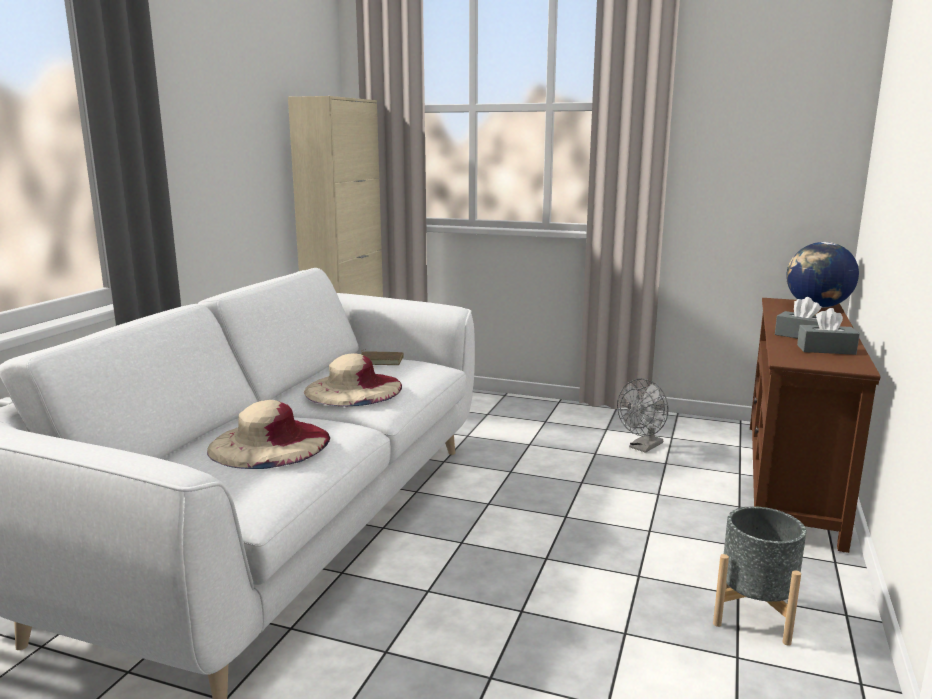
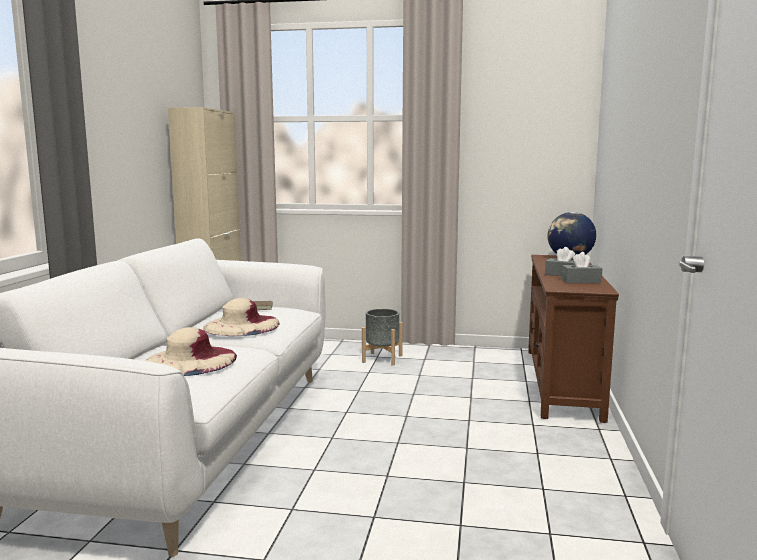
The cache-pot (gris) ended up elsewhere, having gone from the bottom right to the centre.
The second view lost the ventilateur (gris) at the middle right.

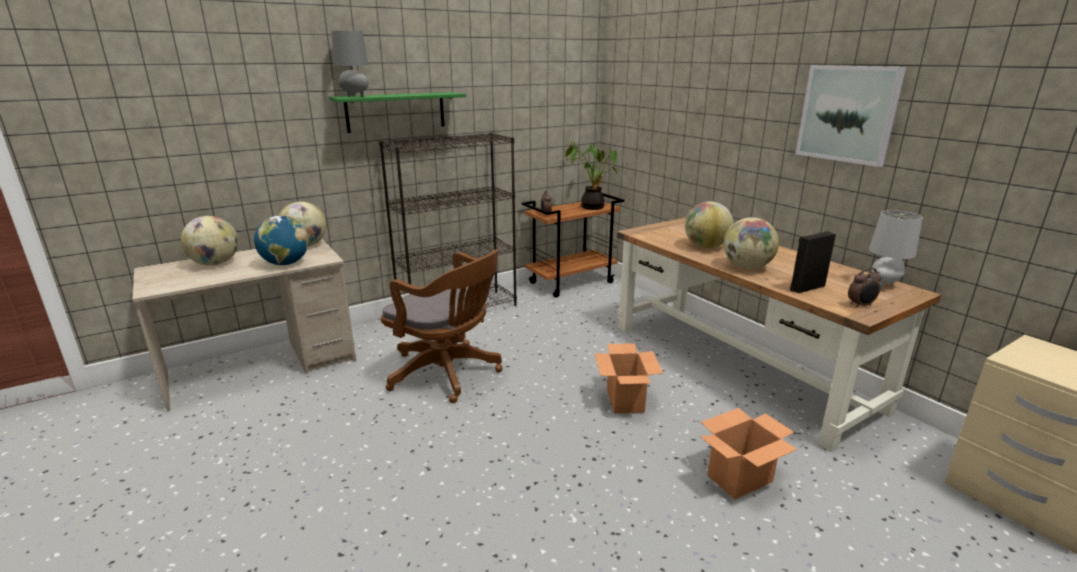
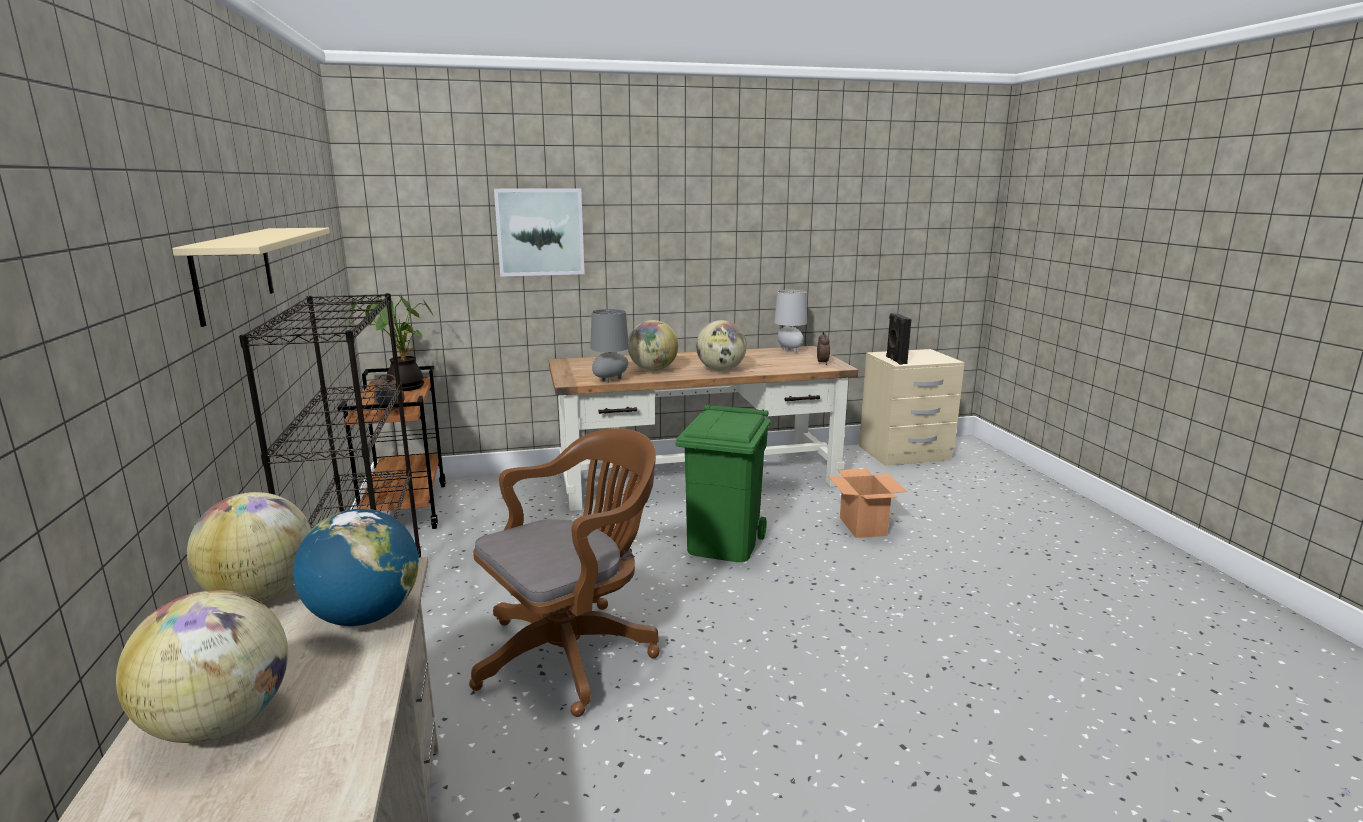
What was the étagère (vert) at the top centre turned into the étagère (beige) at the middle left.
The tableau ended up elsewhere, having gone from the top right to the top centre.
The lampe de table (gris) (1st from left) ended up elsewhere, having gone from the top left to the centre.
Where the carton (1st from left) stood at the centre, the poubelle (vert) came to stand at the centre.
The enceinte (noir) ended up elsewhere, having gone from the middle right to the centre.

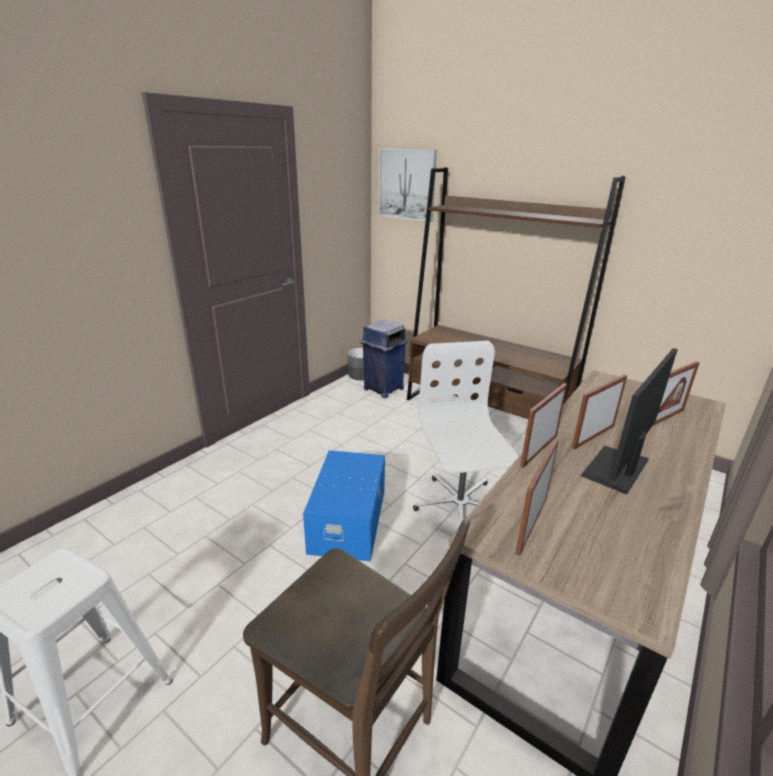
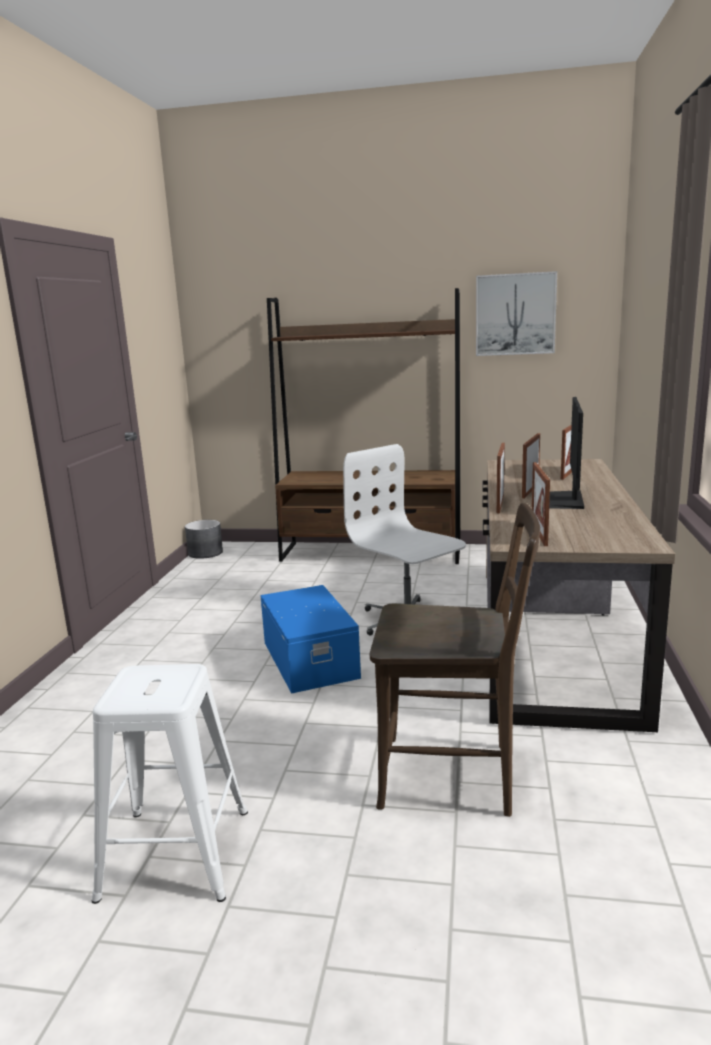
The tableau ended up elsewhere, having gone from the top centre to the top right.
The second view lost the poubelle (bleu) at the centre.

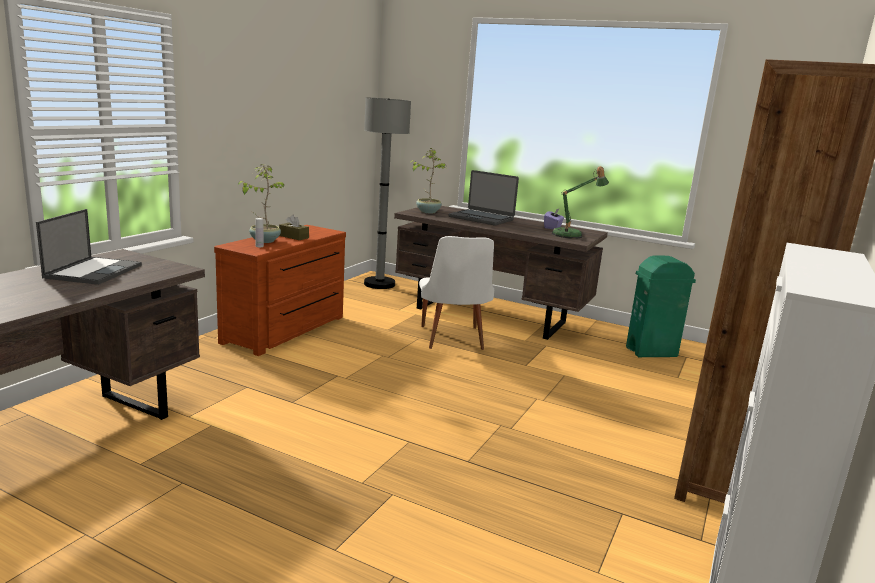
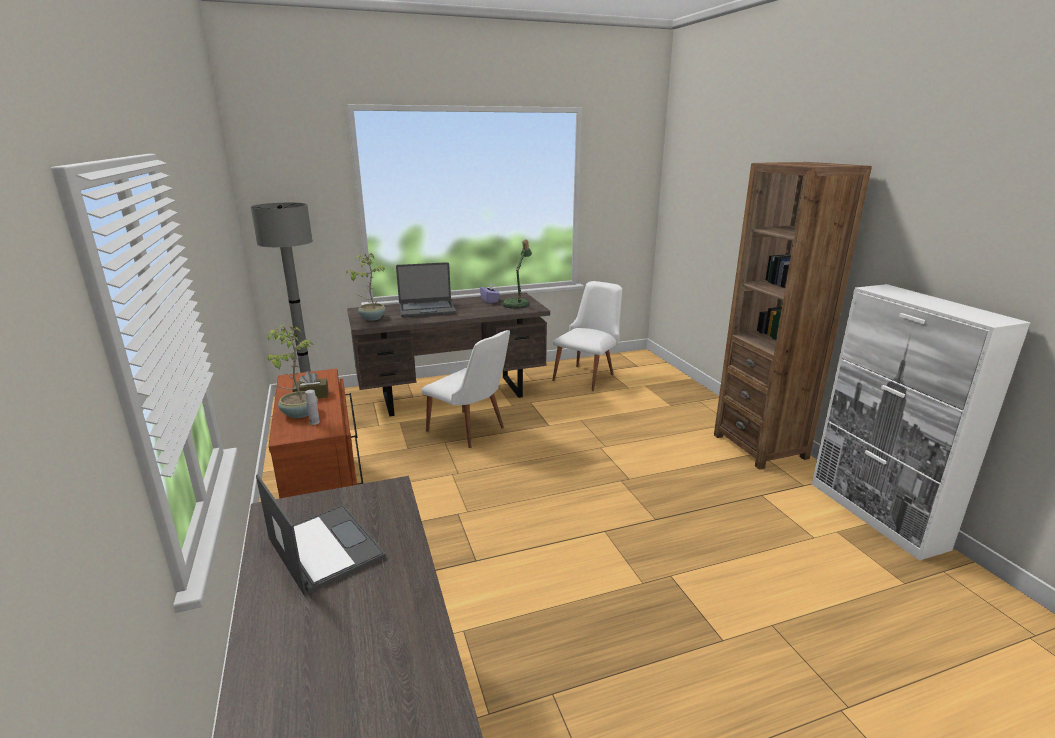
Where the poubelle (vert) stood at the middle right, the chaise (blanc) (2nd from left) came to stand at the centre.

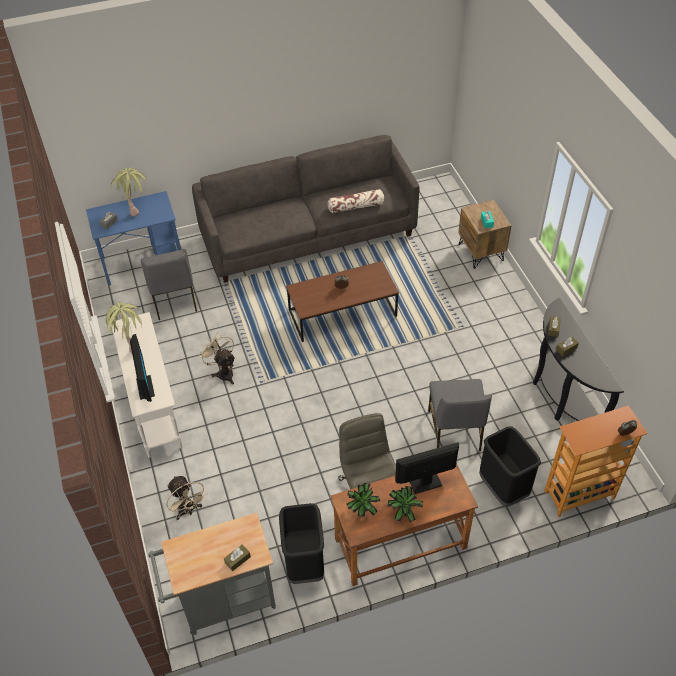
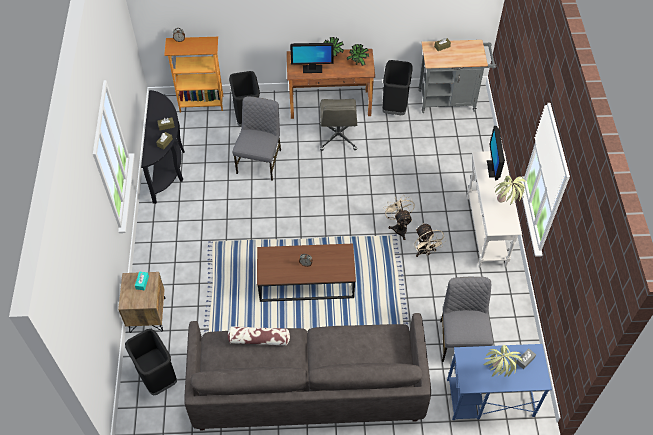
The second view gained the poubelle (noir) (1st from left) at the bottom left.
The ventilateur (beige) (1st from left) ended up elsewhere, having gone from the bottom left to the centre.

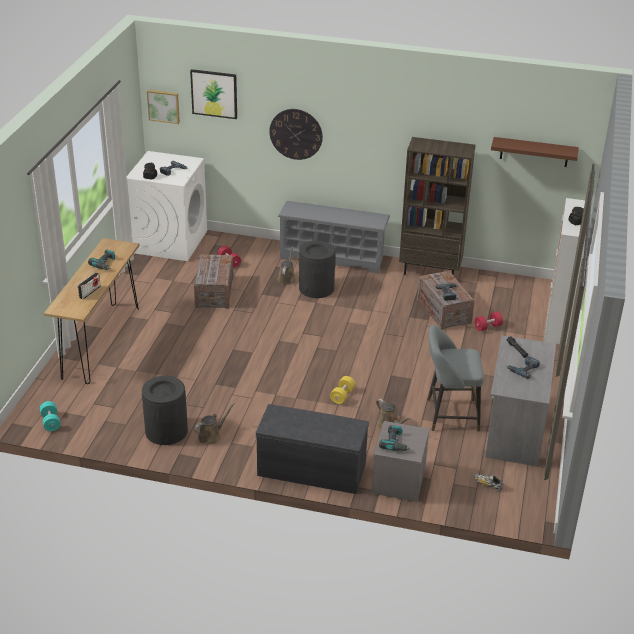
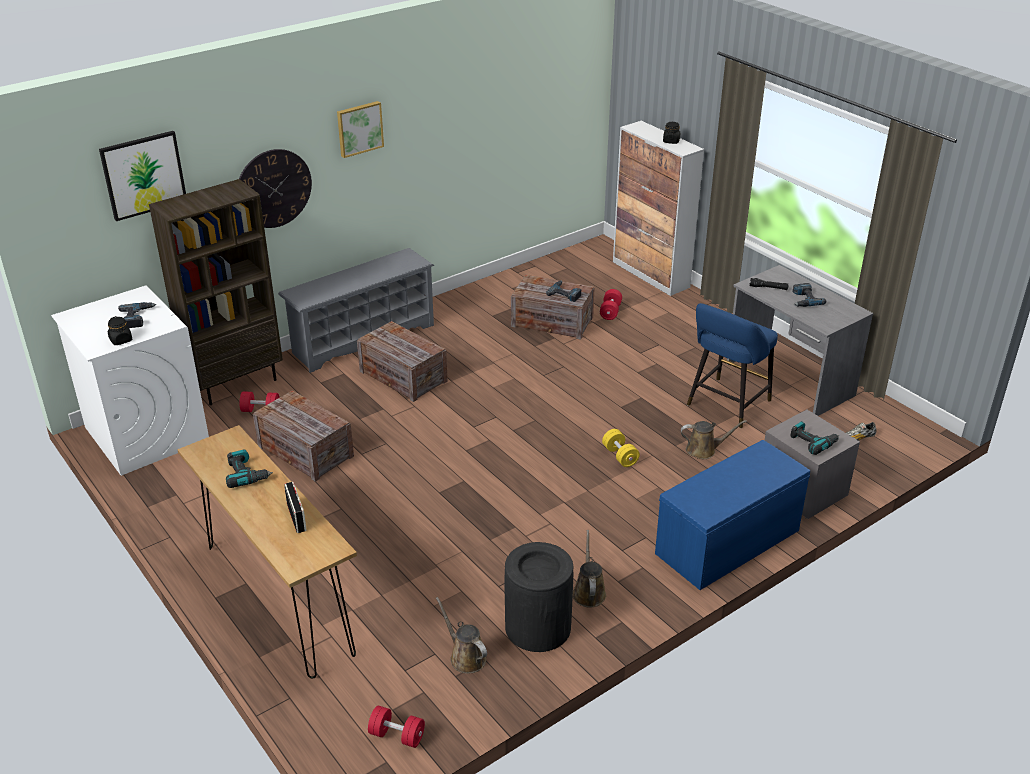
The bibliothèque (marron) ended up elsewhere, having gone from the top right to the middle left.
The tableau (1st from left in the first image) ended up elsewhere, having gone from the top left to the top centre.
Where the poubelle (noir) (2nd from left) stood at the centre, the caisse (2nd from left) came to stand at the centre.
What was the haltère (turquoise) at the middle left turned into the haltère (rouge) (2nd from left) at the bottom centre.
The arrosoir (marron) (2nd from left in the first image) ended up elsewhere, having gone from the centre to the bottom centre.
What was the banc (gris) at the bottom centre turned into the banc (bleu) at the middle right.
What was the tabouret (gris) at the middle right turned into the tabouret (bleu) at the middle right.
The second view lost the étagère (marron) at the top right.

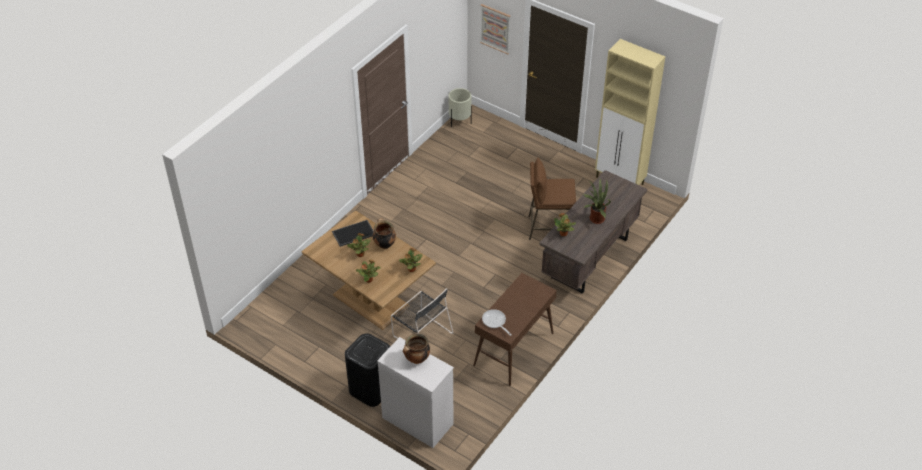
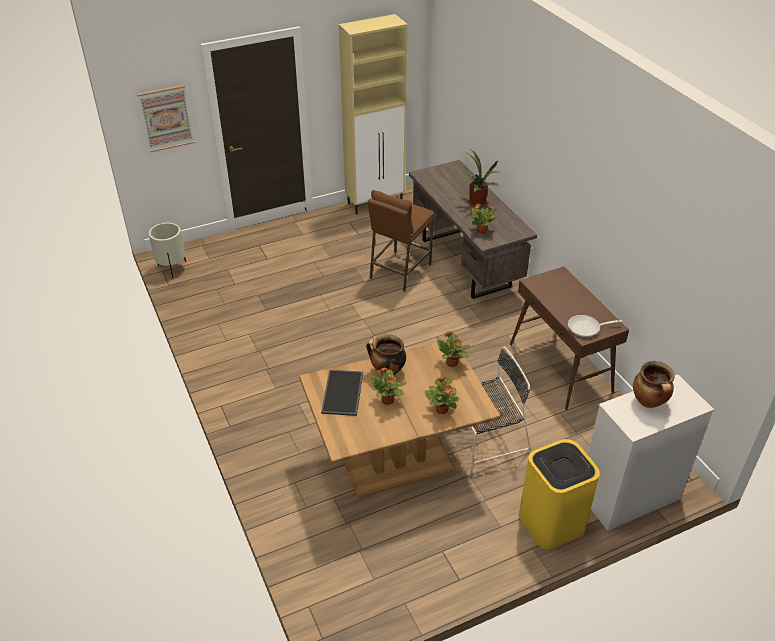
What was the poubelle (noir) at the bottom centre turned into the poubelle (jaune) at the bottom right.

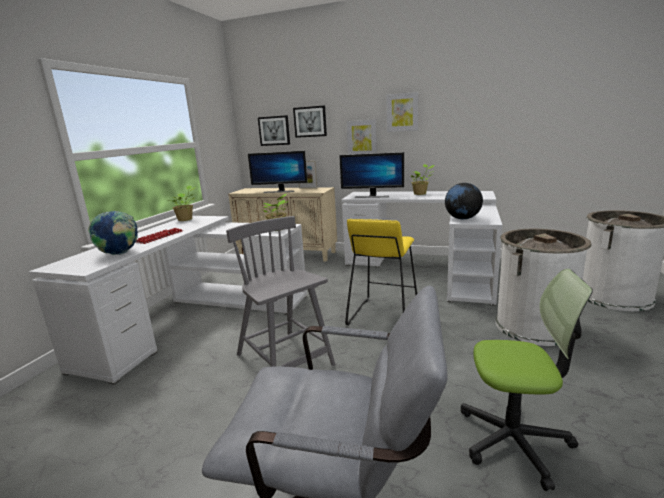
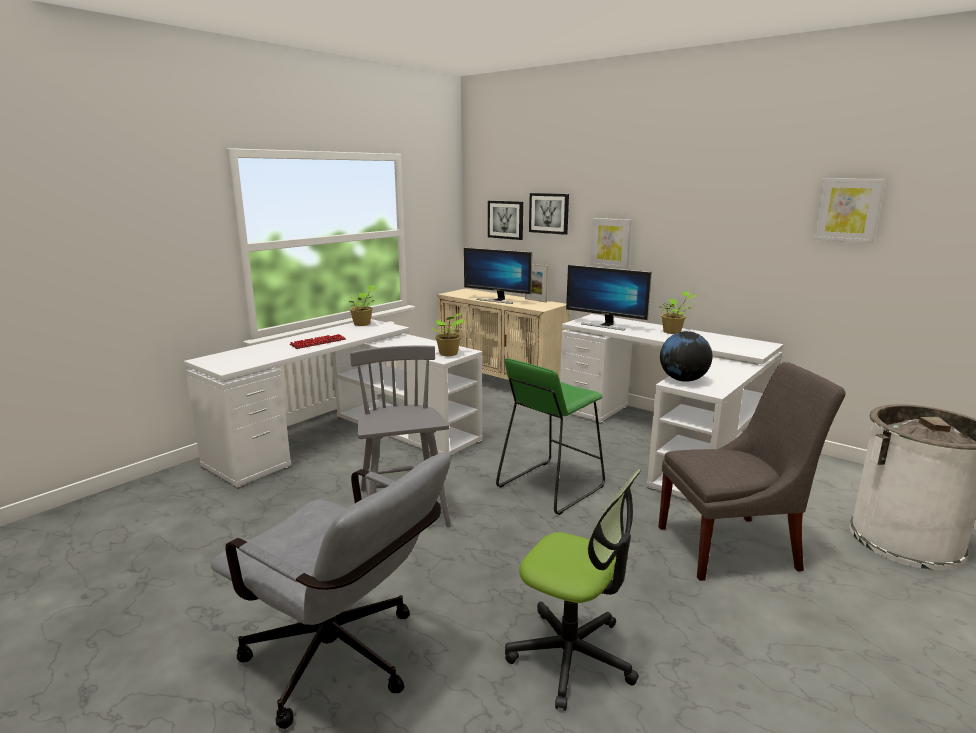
What was the tabouret (jaune) at the centre turned into the tabouret (vert) at the centre.
Where the poubelle (blanc) (1st from left) stood at the middle right, the chaise (gris) (2nd from left) came to stand at the middle right.
The tableau (4th from left) ended up elsewhere, having gone from the top centre to the top right.
The second view lost the globe (1st from left) at the middle left.

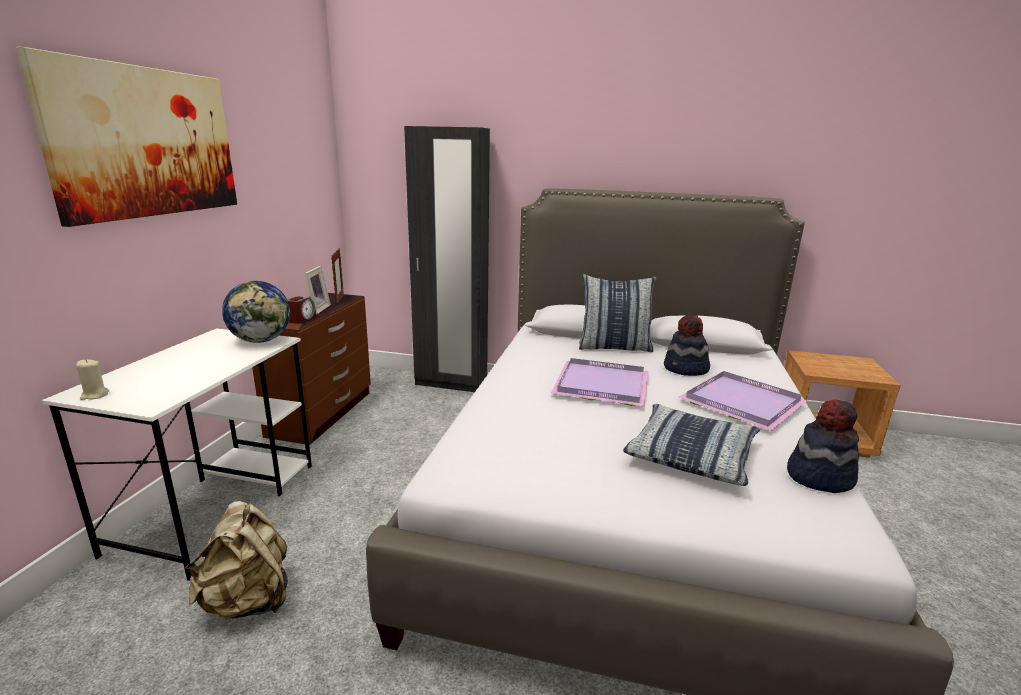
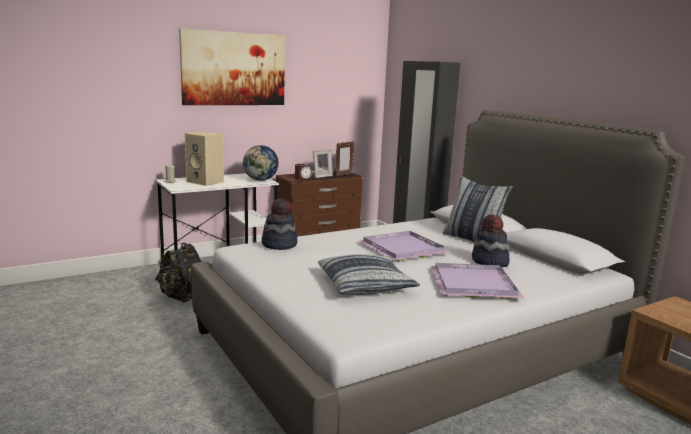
What was the sac à dos (beige) at the bottom left turned into the sac à dos (noir) at the middle left.
The second view gained the enceinte (beige) at the middle left.
The chapeau (2nd from left in the first image) ended up elsewhere, having gone from the middle right to the centre.

